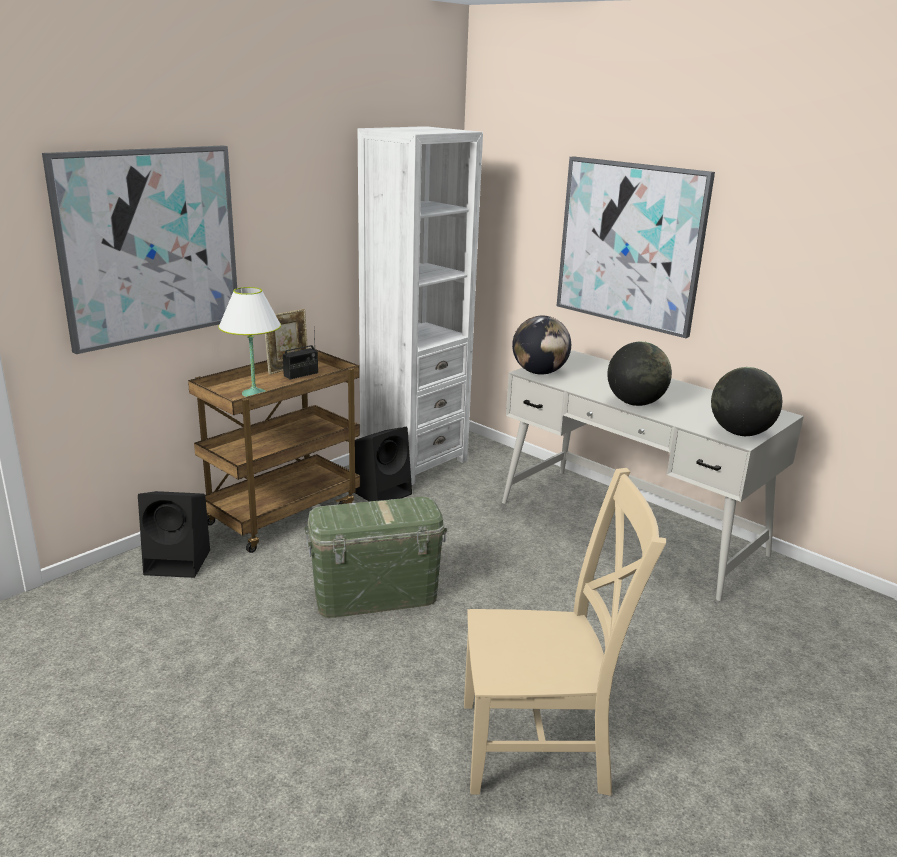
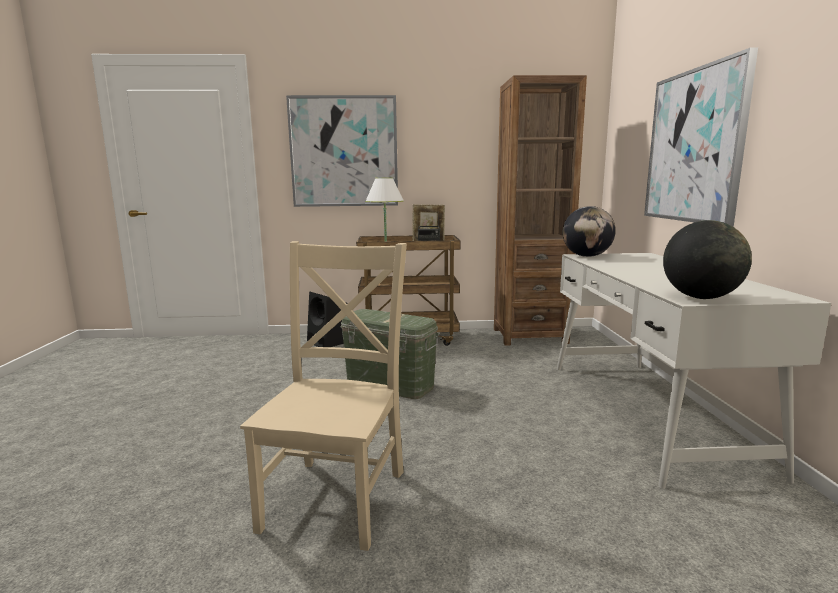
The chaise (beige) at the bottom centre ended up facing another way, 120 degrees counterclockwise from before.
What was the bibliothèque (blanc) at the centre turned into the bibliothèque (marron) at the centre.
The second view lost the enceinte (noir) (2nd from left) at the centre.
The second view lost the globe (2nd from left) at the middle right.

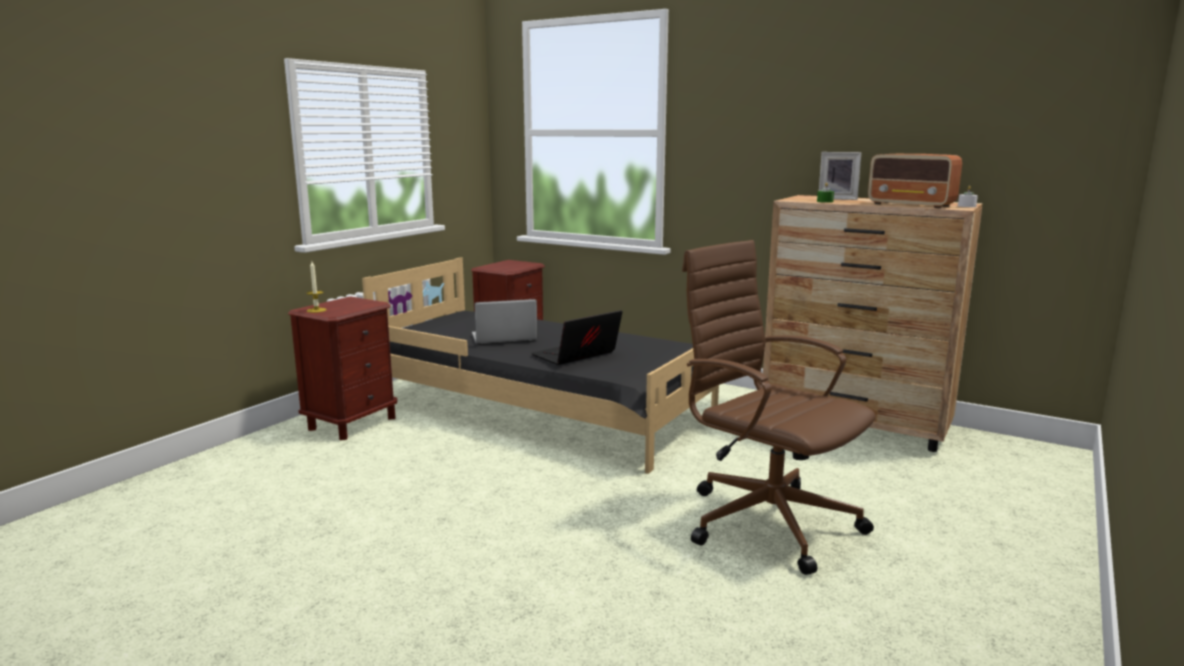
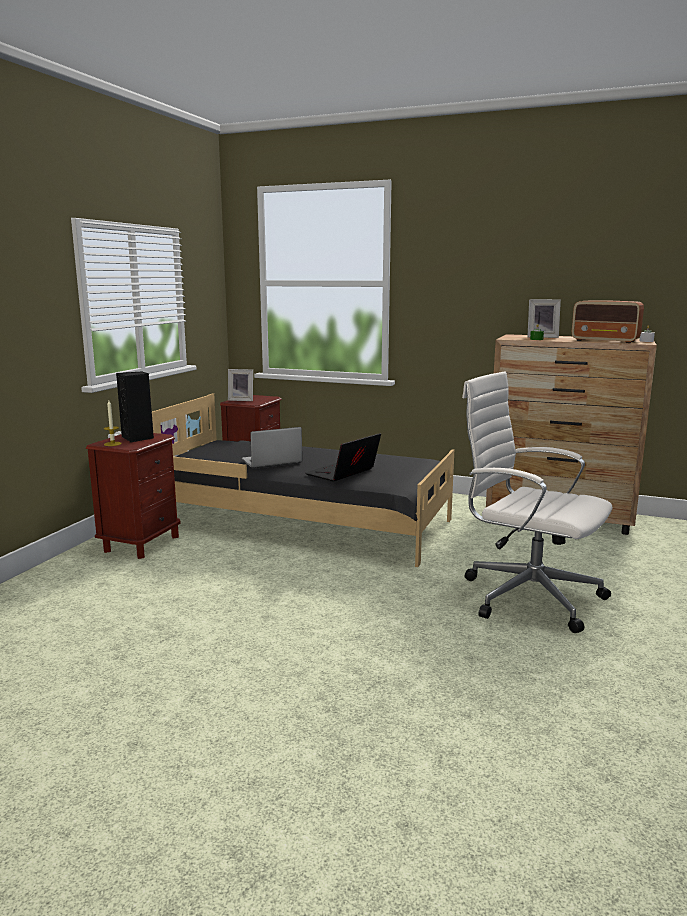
The second view gained the enceinte (noir) at the middle left.
The second view gained the cadre photo (1st from left) at the centre.
What was the chaise de bureau (marron) at the centre turned into the chaise de bureau (blanc) at the middle right.

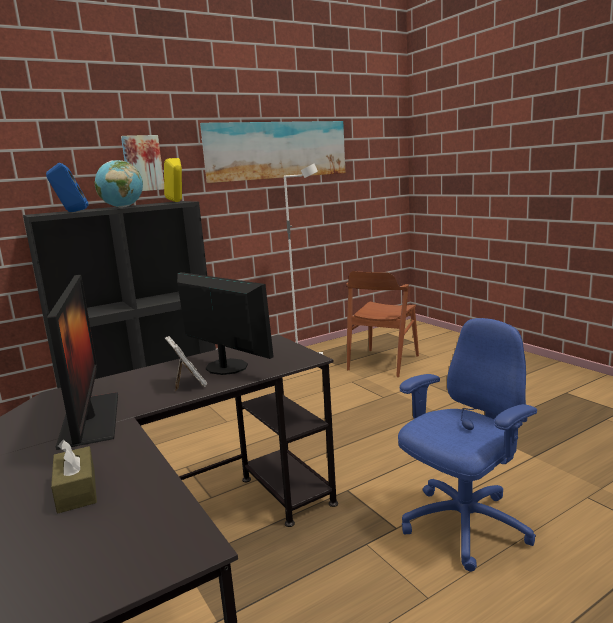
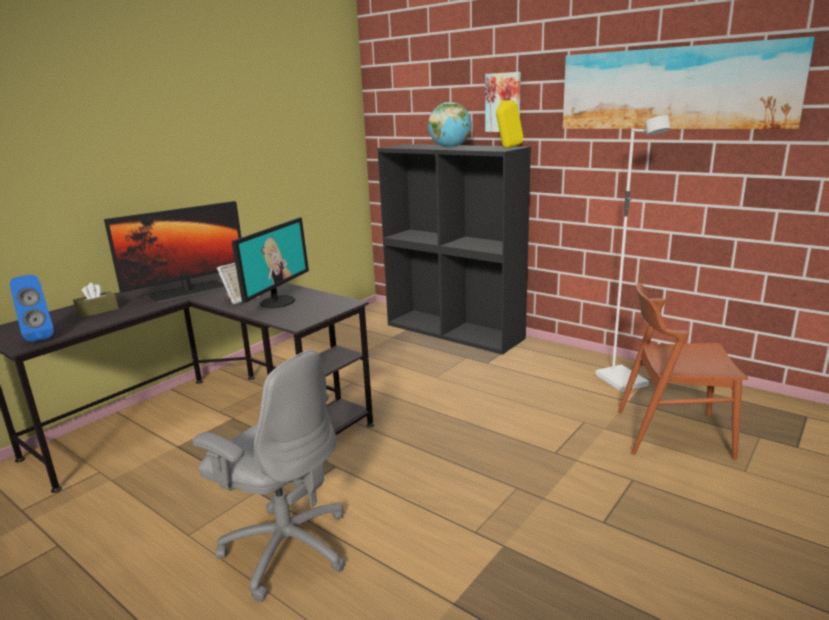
The enceinte (bleu) ended up elsewhere, having gone from the top left to the middle left.
What was the chaise de bureau (bleu) at the bottom right turned into the chaise de bureau (gris) at the bottom left.

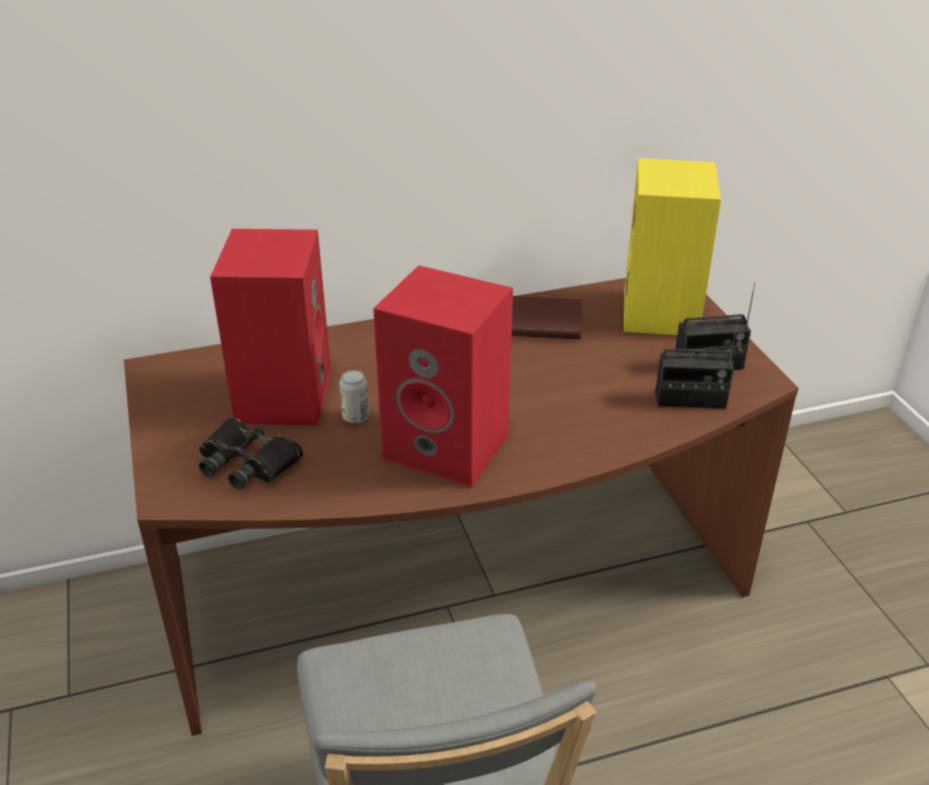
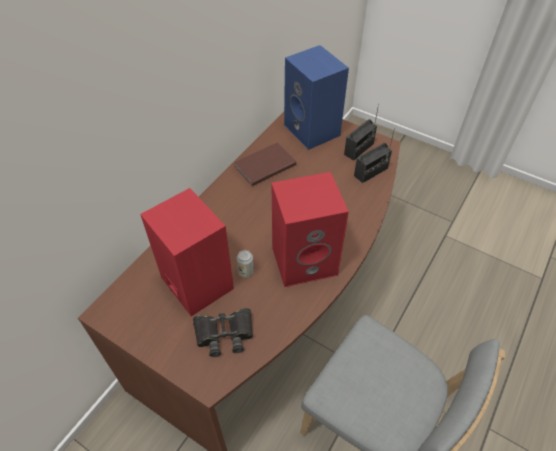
What was the enceinte (jaune) at the top right turned into the enceinte (bleu) at the top centre.

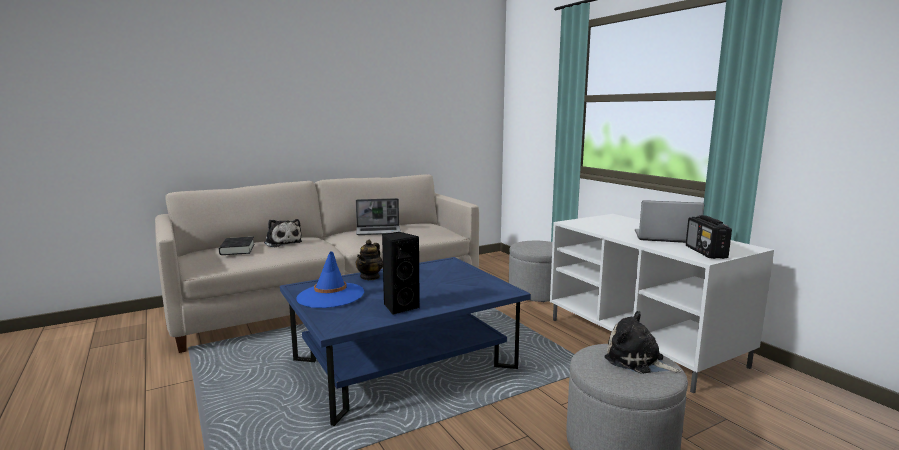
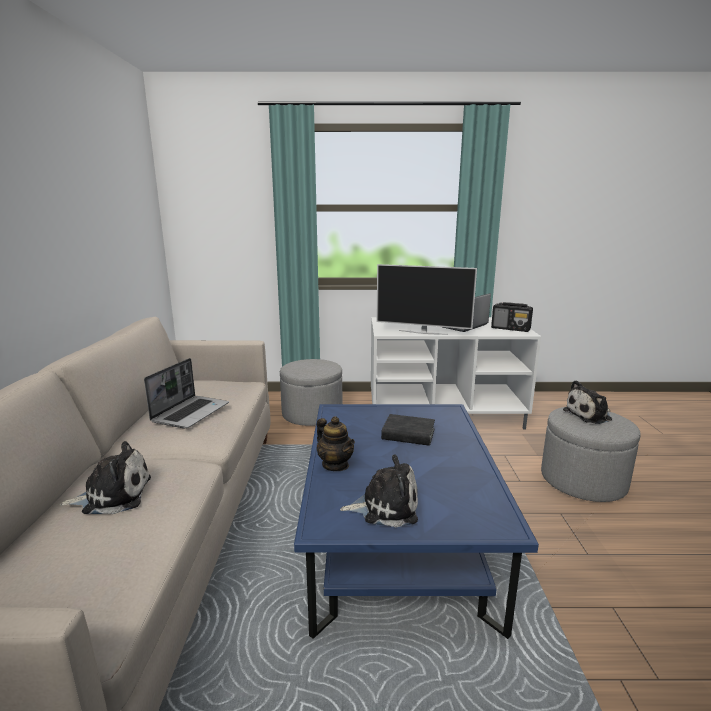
Where the chapeau (bleu) stood at the centre, the peluche (2nd from left) came to stand at the bottom centre.
The second view gained the téléviseur at the centre.
The livre (noir) ended up elsewhere, having gone from the middle left to the centre.
The second view lost the enceinte (noir) at the centre.

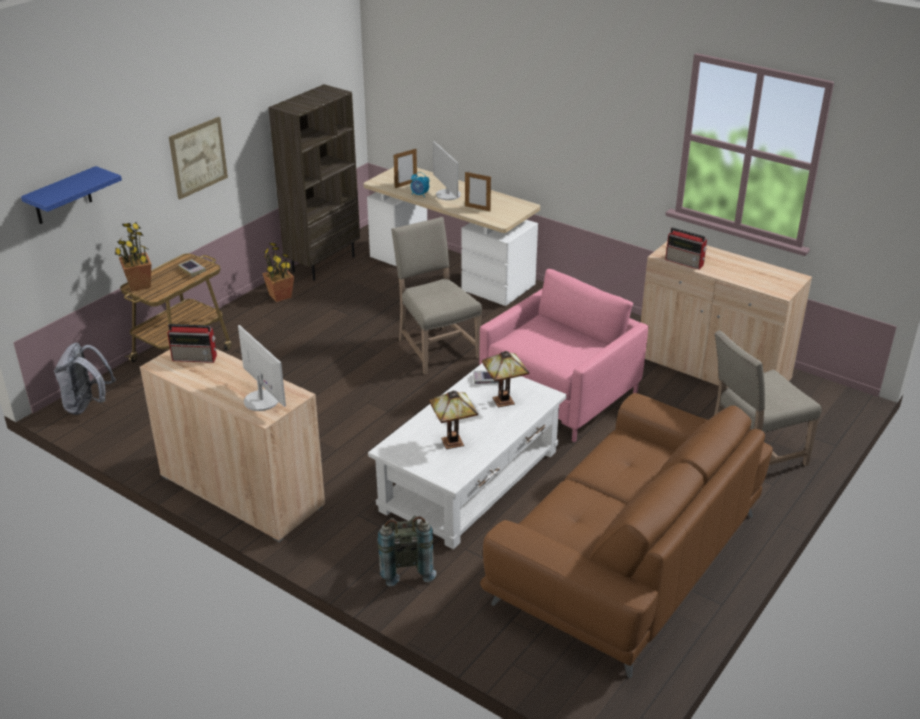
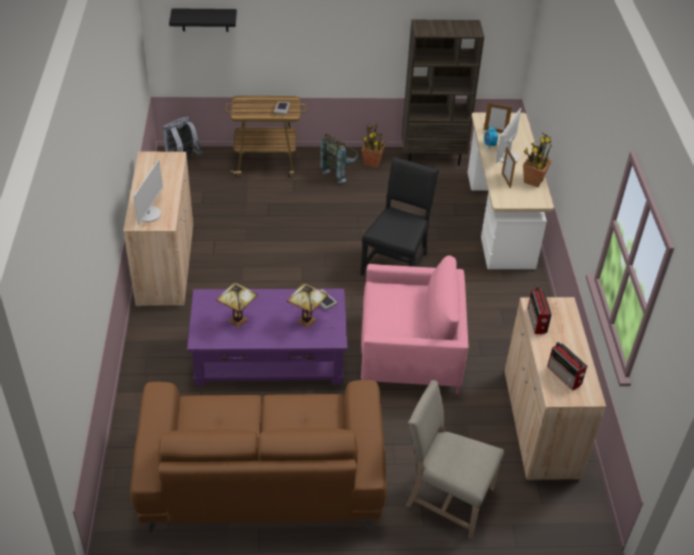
What was the étagère (bleu) at the top left turned into the étagère (noir) at the top left.
What was the table basse (blanc) at the centre turned into the table basse (violet) at the centre.
The sac à dos (gris) (2nd from left) ended up elsewhere, having gone from the bottom centre to the top centre.
What was the chaise (beige) (1st from left) at the centre turned into the chaise (noir) at the centre.
The plante en pot (1st from left in the first image) ended up elsewhere, having gone from the middle left to the top right.
The radio (1st from left in the first image) ended up elsewhere, having gone from the middle left to the middle right.
The second view lost the tableau at the top left.

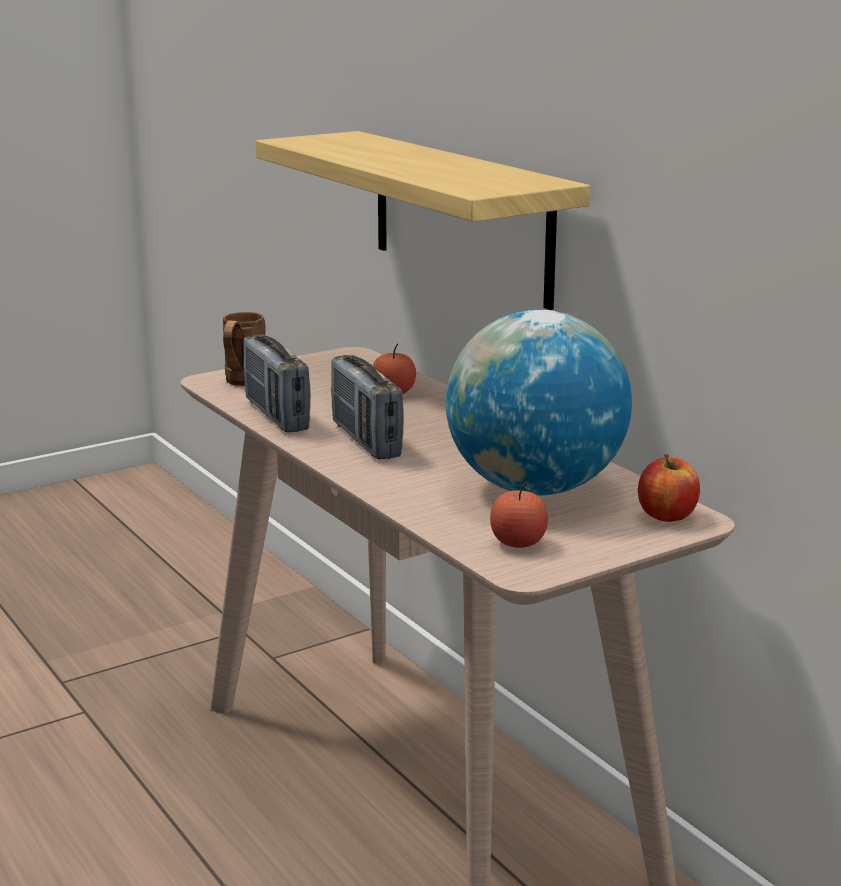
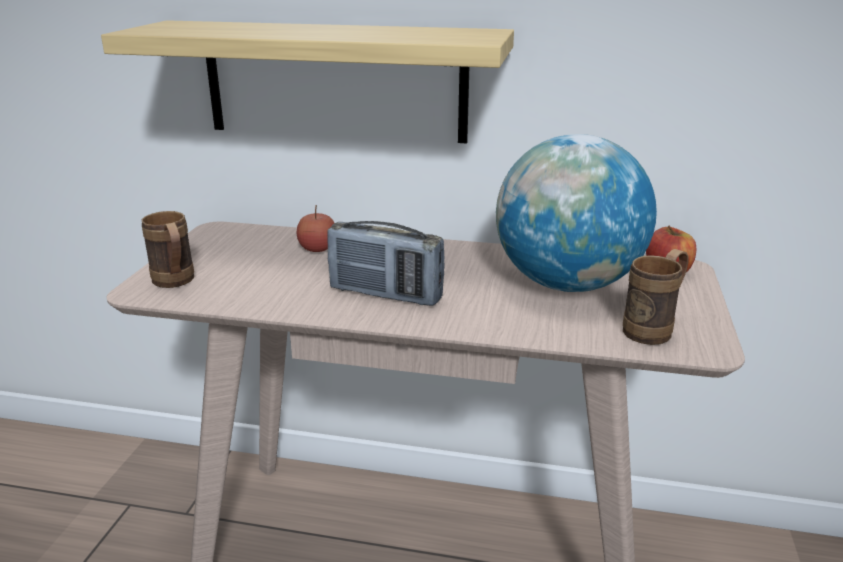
Where the pomme (2nd from left) stood at the centre, the mug (marron) (2nd from left) came to stand at the middle right.
The second view lost the radio (1st from left) at the middle left.

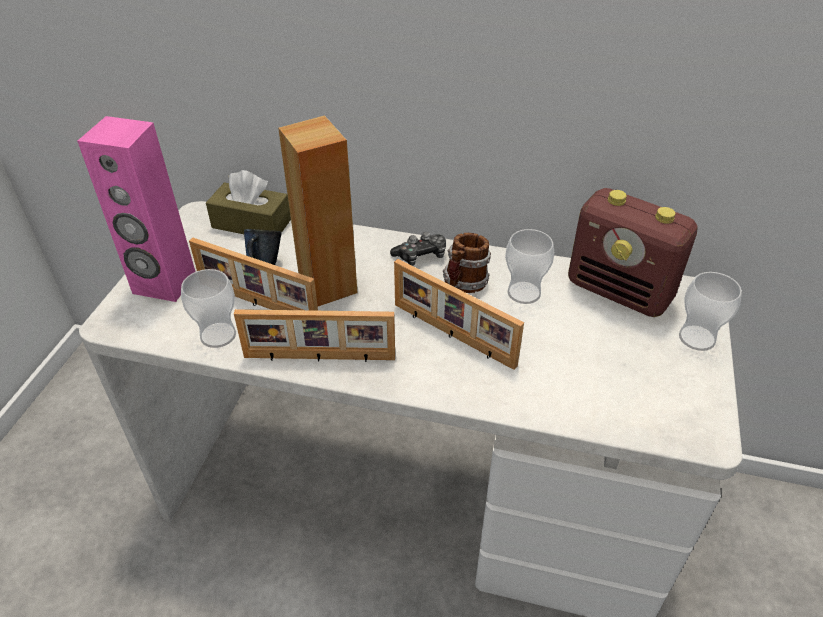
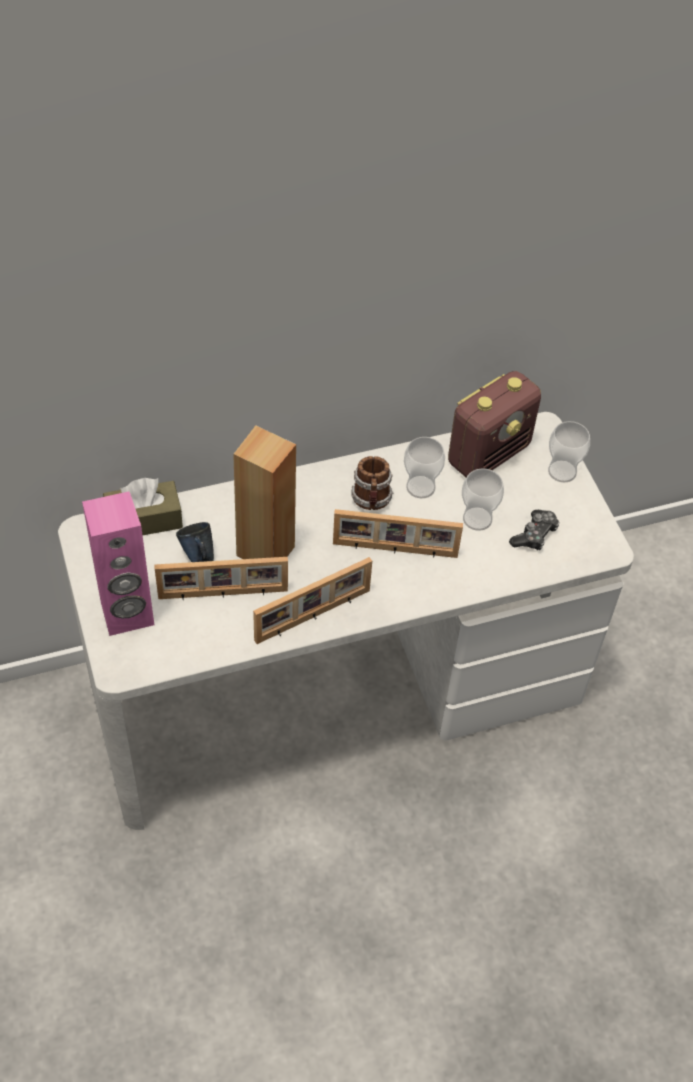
The radio at the middle right ended up facing another way, 45 degrees counterclockwise from before.
The tasse (1st from left in the first image) ended up elsewhere, having gone from the middle left to the middle right.
The manette ended up elsewhere, having gone from the centre to the middle right.

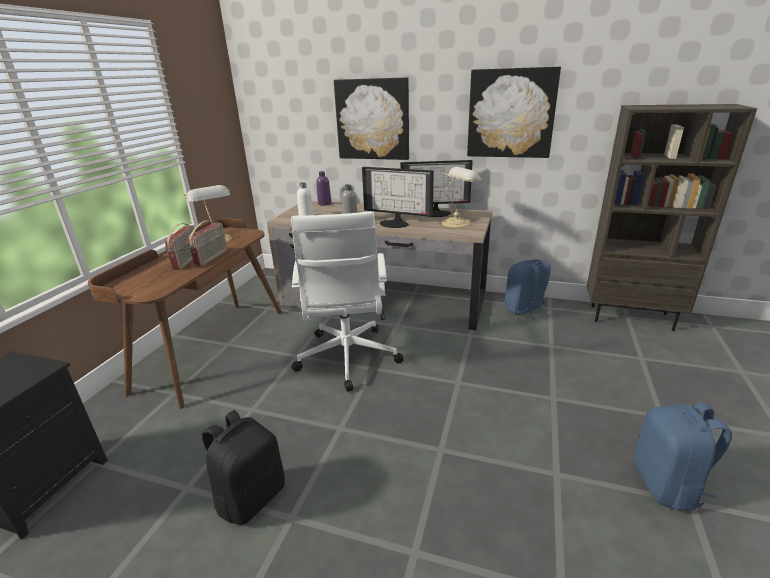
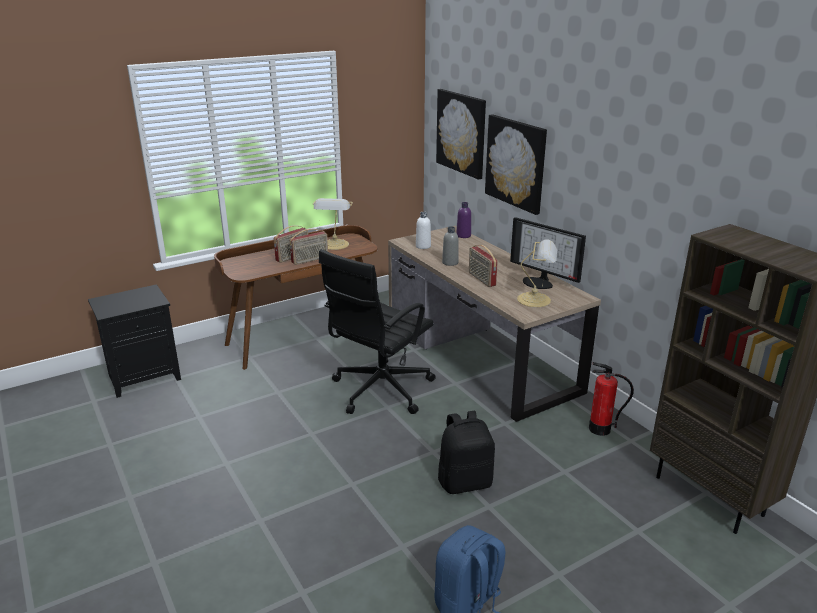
What was the chaise de bureau (blanc) at the centre turned into the chaise de bureau (noir) at the centre.
The tableau (2nd from left in the first image) ended up elsewhere, having gone from the top right to the top centre.
The sac à dos (noir) ended up elsewhere, having gone from the bottom left to the bottom centre.
Where the écran d'ordinateur (1st from left) stood at the centre, the radio (3rd from left) came to stand at the centre.
Where the sac à dos (bleu) (1st from left) stood at the middle right, the extincteur came to stand at the middle right.

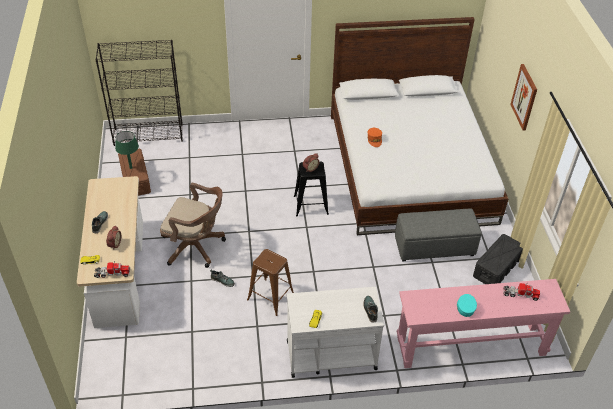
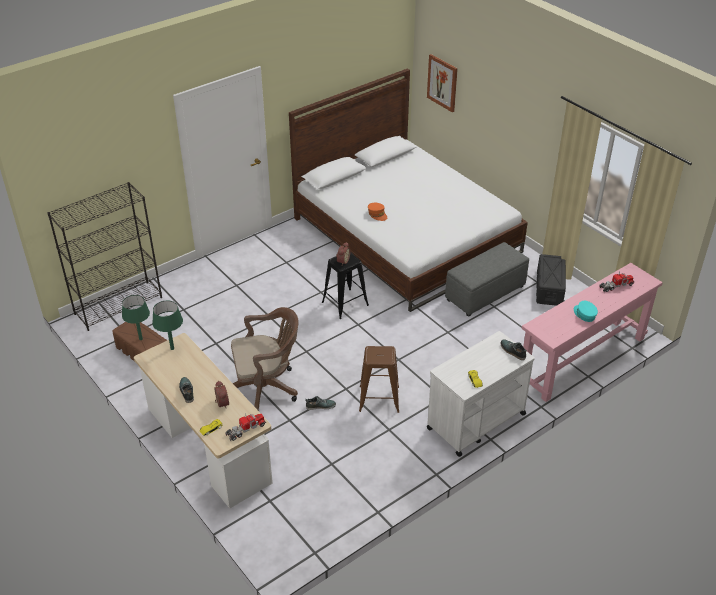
The second view gained the lampe de table (vert) (2nd from left) at the middle left.
The tableau ended up elsewhere, having gone from the top right to the top centre.

